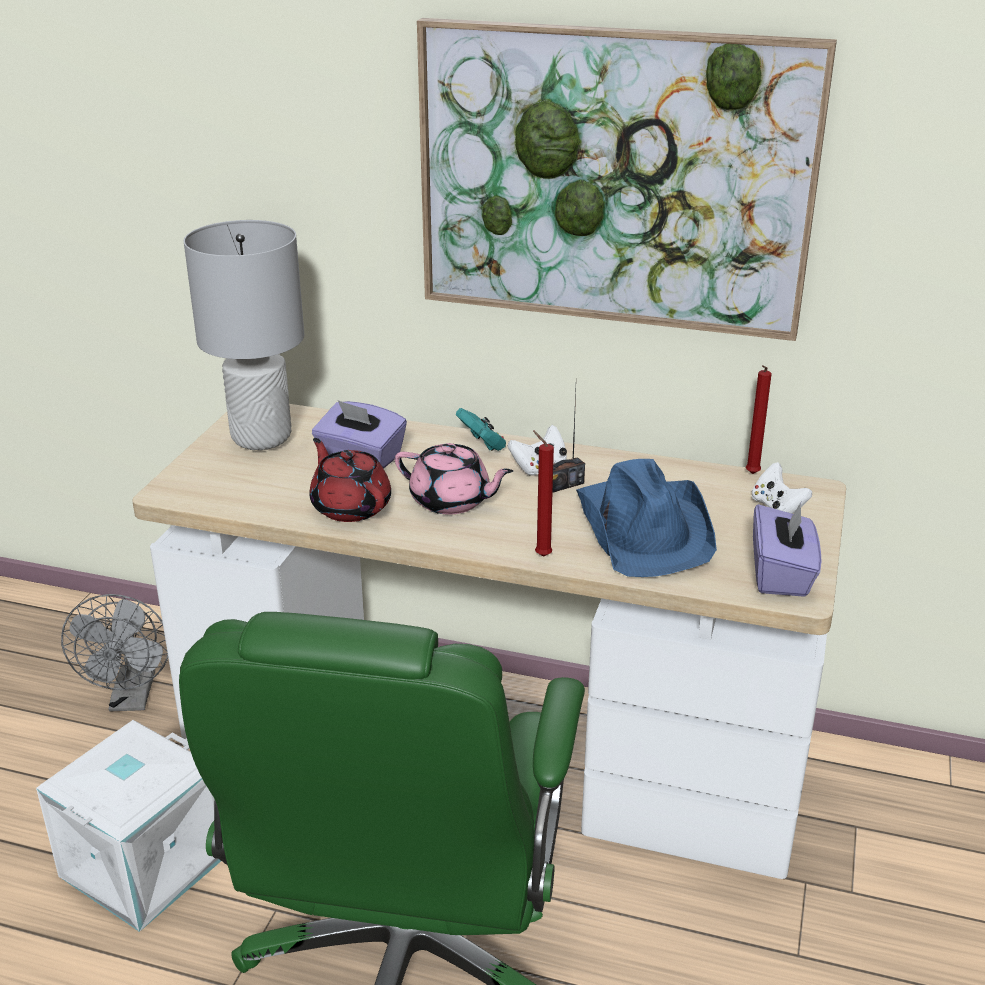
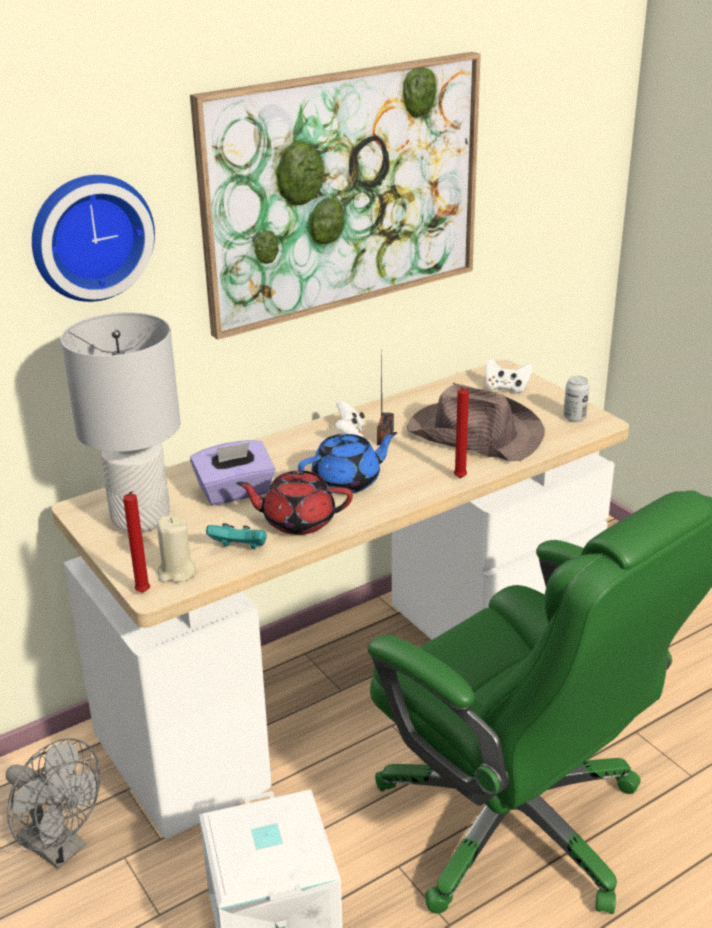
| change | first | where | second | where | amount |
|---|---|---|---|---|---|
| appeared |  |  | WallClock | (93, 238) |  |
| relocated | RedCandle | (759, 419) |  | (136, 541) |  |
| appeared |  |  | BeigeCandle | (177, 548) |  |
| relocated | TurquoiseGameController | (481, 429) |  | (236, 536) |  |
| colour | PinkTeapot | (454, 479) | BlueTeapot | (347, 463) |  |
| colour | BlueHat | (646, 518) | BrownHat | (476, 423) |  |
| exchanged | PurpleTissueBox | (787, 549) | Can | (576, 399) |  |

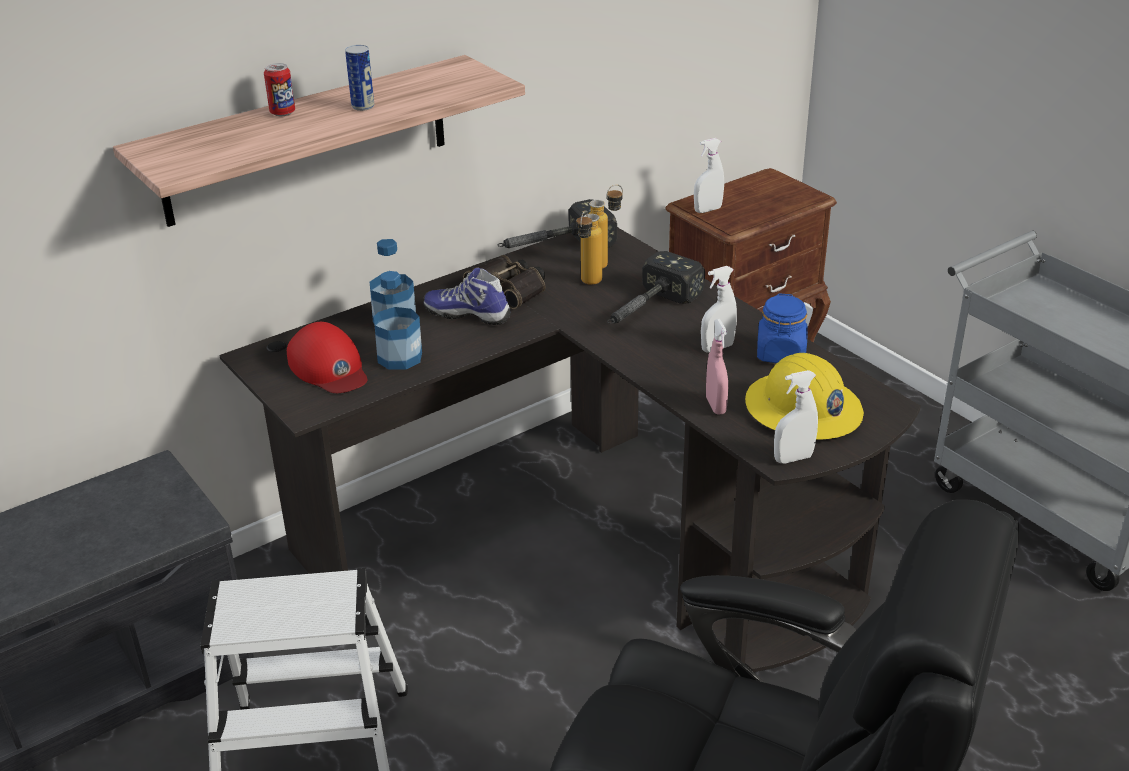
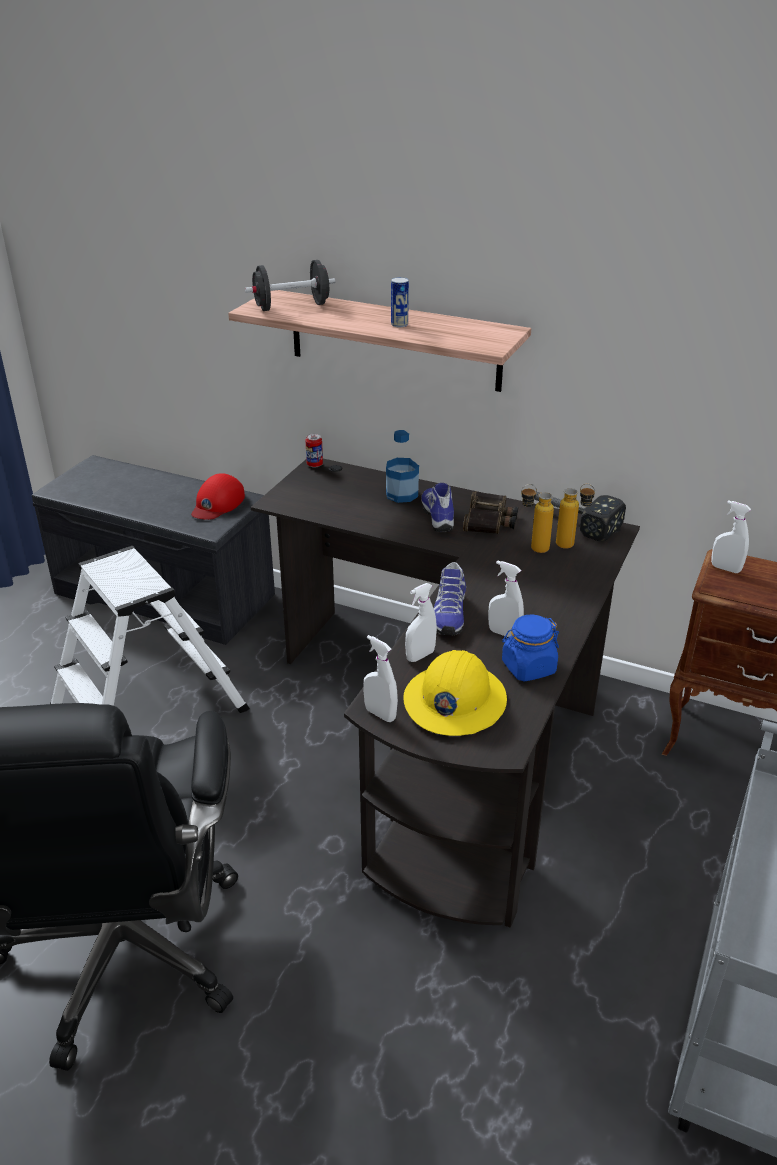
| change | first | where | second | where | amount |
|---|---|---|---|---|---|
| relocated | RedCap | (327, 357) |  | (218, 496) |  |
| appeared |  |  | BlackDumbbell | (290, 285) |  |
| relocated | Can | (279, 89) |  | (314, 451) |  |
| colour | PinkSprayBottle | (717, 366) | WhiteSprayBottle | (421, 622) |  |
| appeared |  |  | Shoe | (450, 599) |  |
| missing | Bottle | (398, 320) |  |  |  |
| missing | Hammer | (656, 287) |  |  |  |

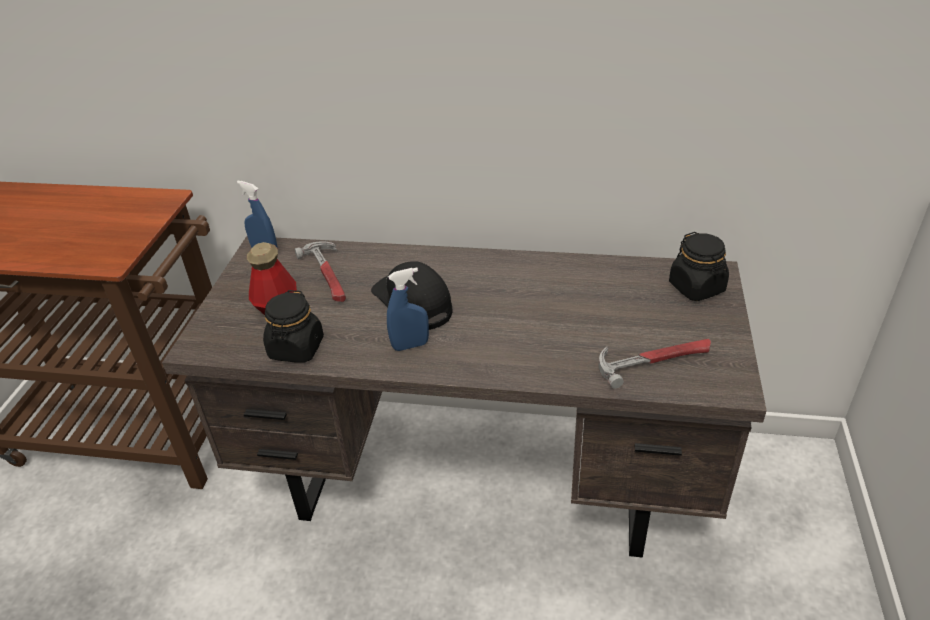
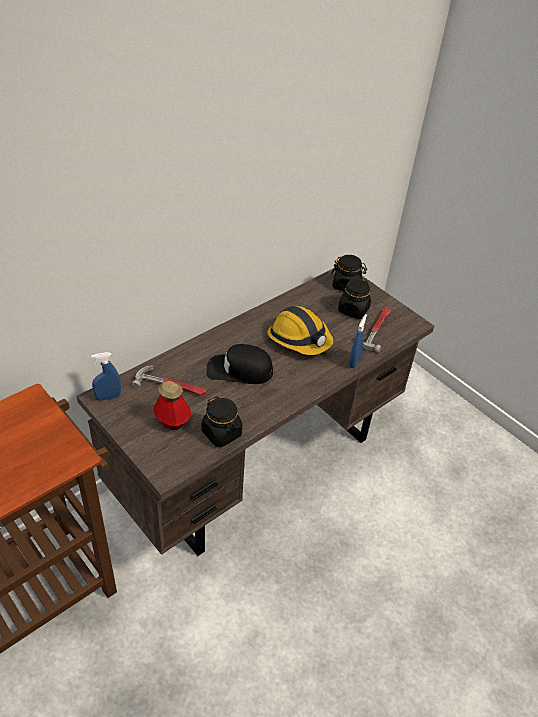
| change | first | where | second | where | amount |
|---|---|---|---|---|---|
| appeared |  |  | HardHat | (300, 330) |  |
| appeared |  |  | BlackJar | (354, 298) |  |
| relocated | BlueSprayBottle | (408, 309) |  | (358, 341) |  |

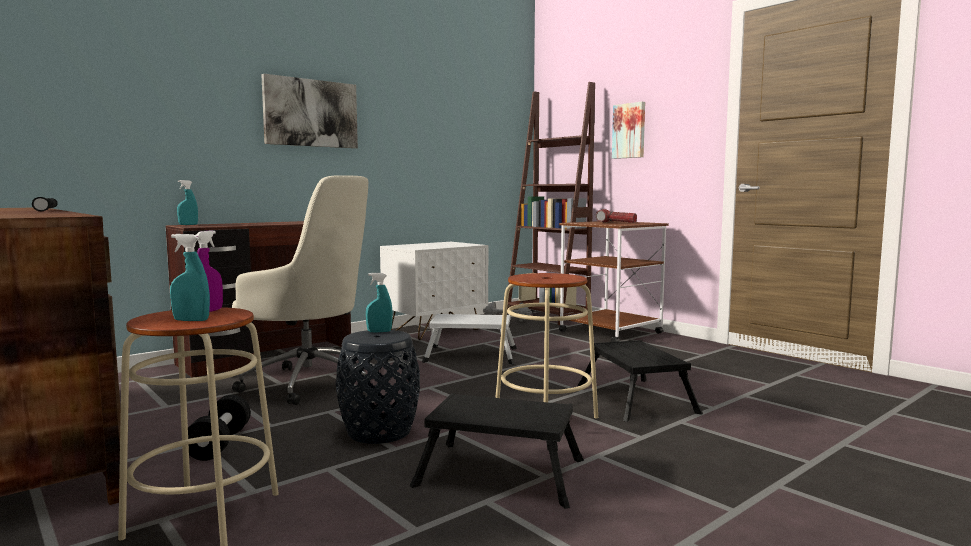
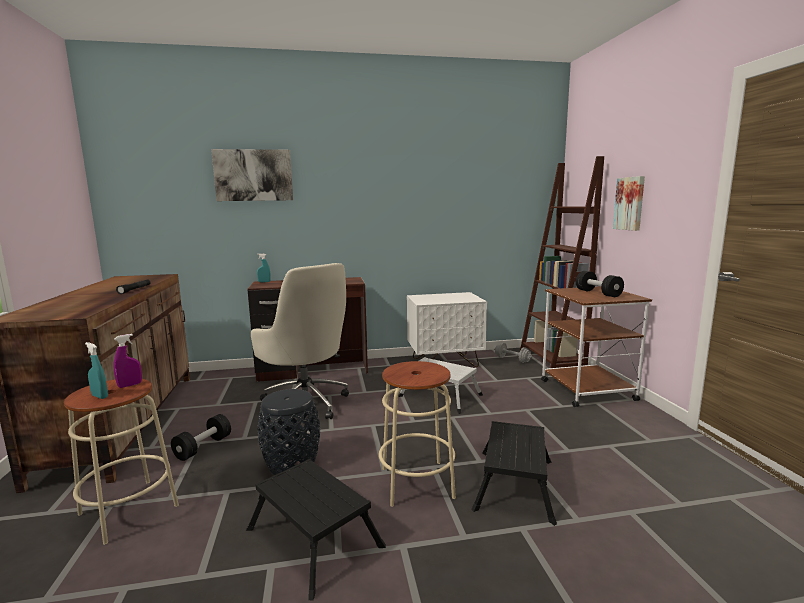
| change | first | where | second | where | amount |
|---|---|---|---|---|---|
| relocated | Picture | (309, 111) |  | (252, 175) |  |
| exchanged | Flashlight | (616, 216) | BlackDumbbell | (600, 284) |  |
| missing | TurquoiseSprayBottle | (379, 302) |  |  |  |

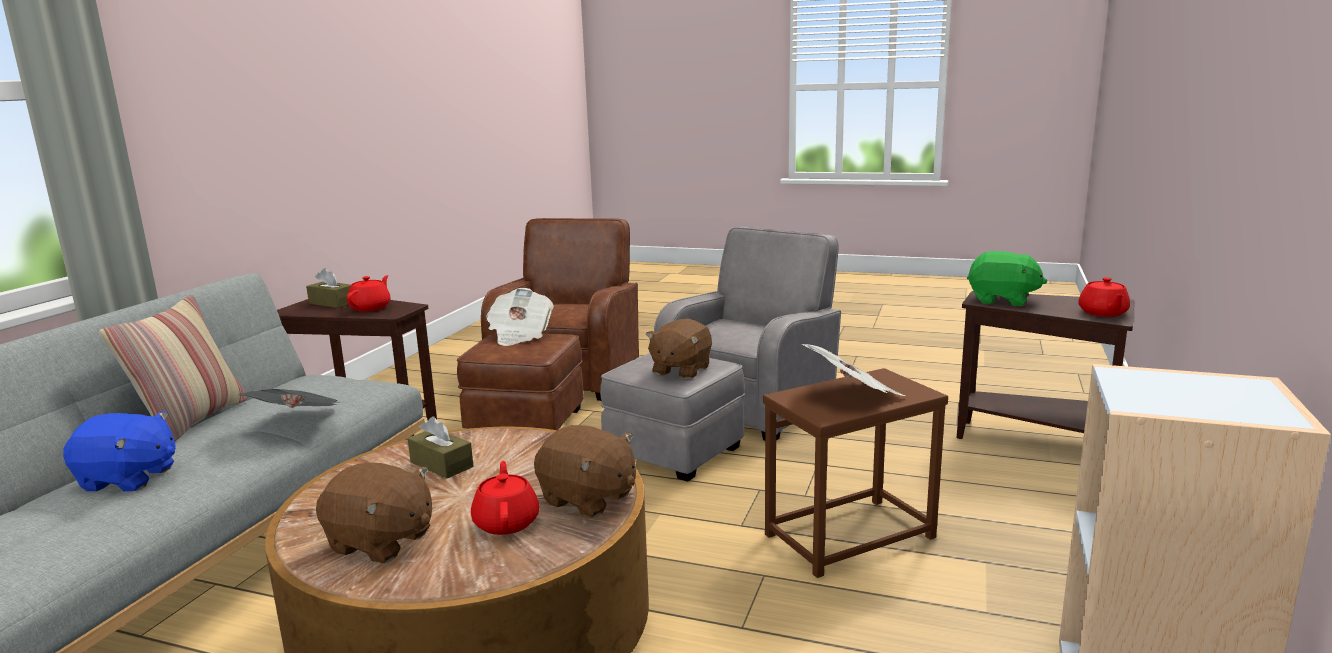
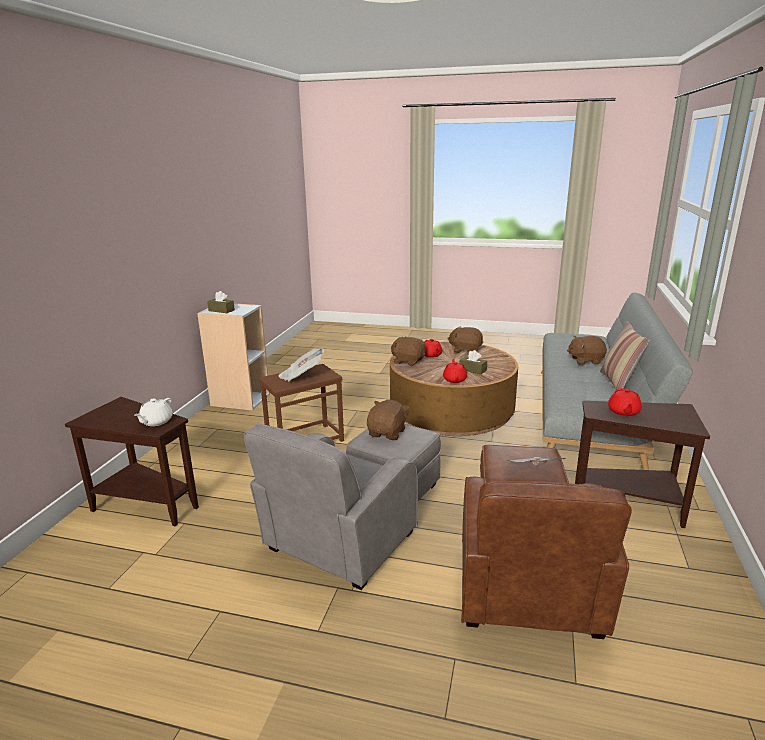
| change | first | where | second | where | amount |
|---|---|---|---|---|---|
| exchanged | GreenPlushToy | (1007, 278) | WhiteTeapot | (153, 412) |  |
| relocated | BrownTissueBox | (328, 288) |  | (221, 302) |  |
| relocated | RedTeapot | (1104, 297) |  | (455, 371) |  |
| colour | BluePlushToy | (119, 451) | BrownPlushToy | (587, 350) |  |
| missing | Newspaper | (289, 398) |  |  |  |

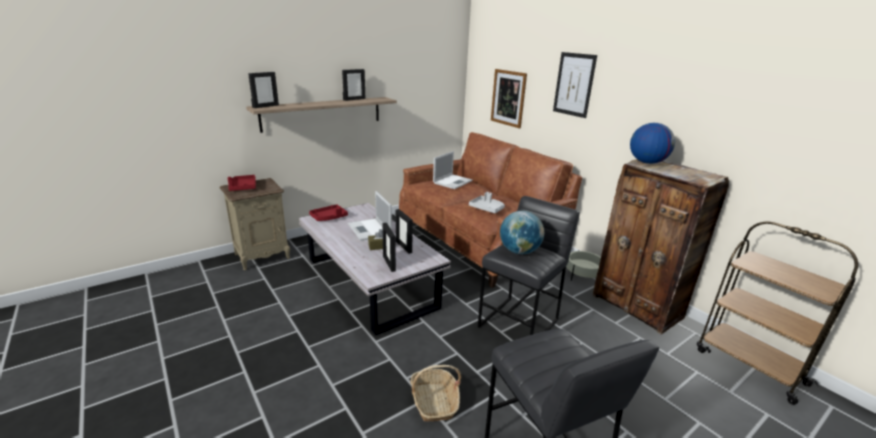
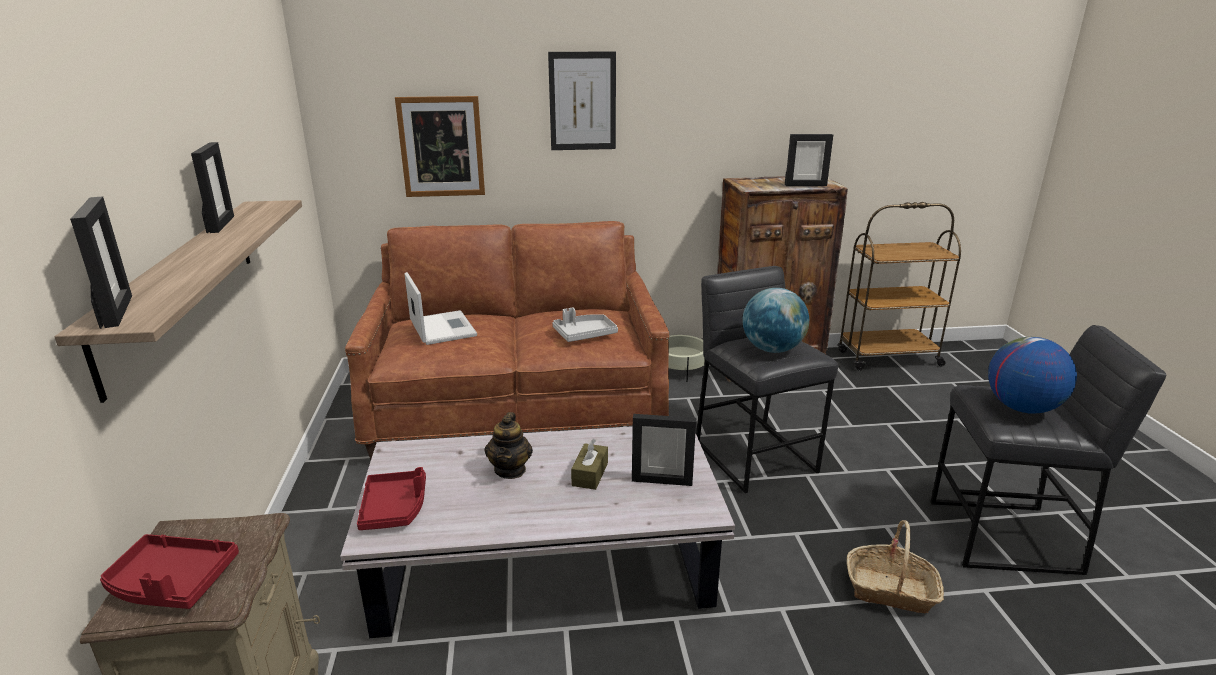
| change | first | where | second | where | amount |
|---|---|---|---|---|---|
| exchanged | Laptop | (370, 216) | Teapot | (509, 445) |  |
| relocated | PictureFrame | (404, 231) |  | (809, 160) |  |
| relocated | Globe | (652, 143) |  | (1032, 375) |  |

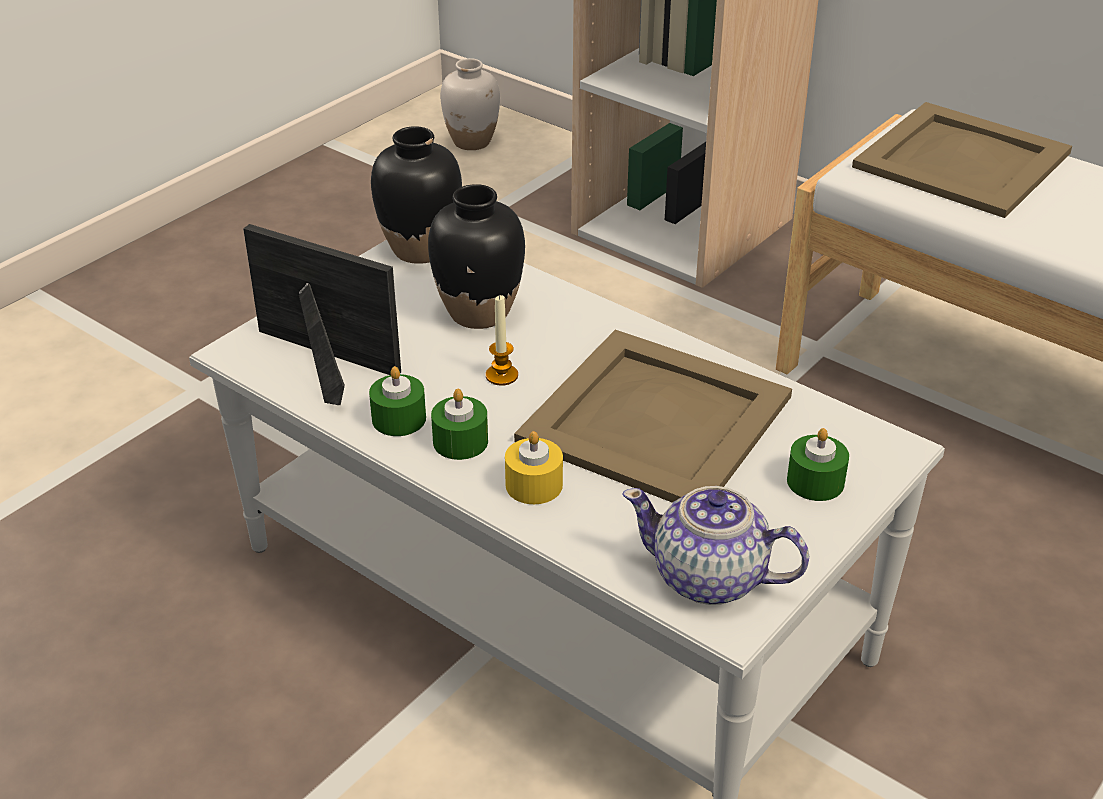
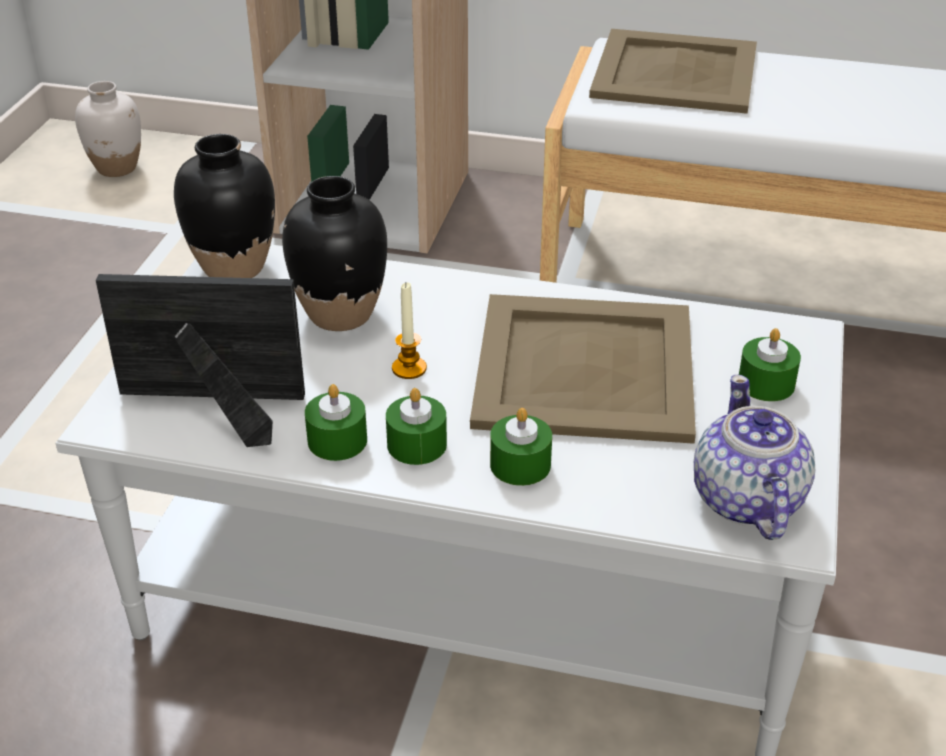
| change | first | where | second | where | amount |
|---|---|---|---|---|---|
| colour | YellowCandle | (534, 467) | GreenCandle | (521, 447) |  |
| spun | Teapot | (715, 545) |  | (754, 457) | 90 degrees clockwise |

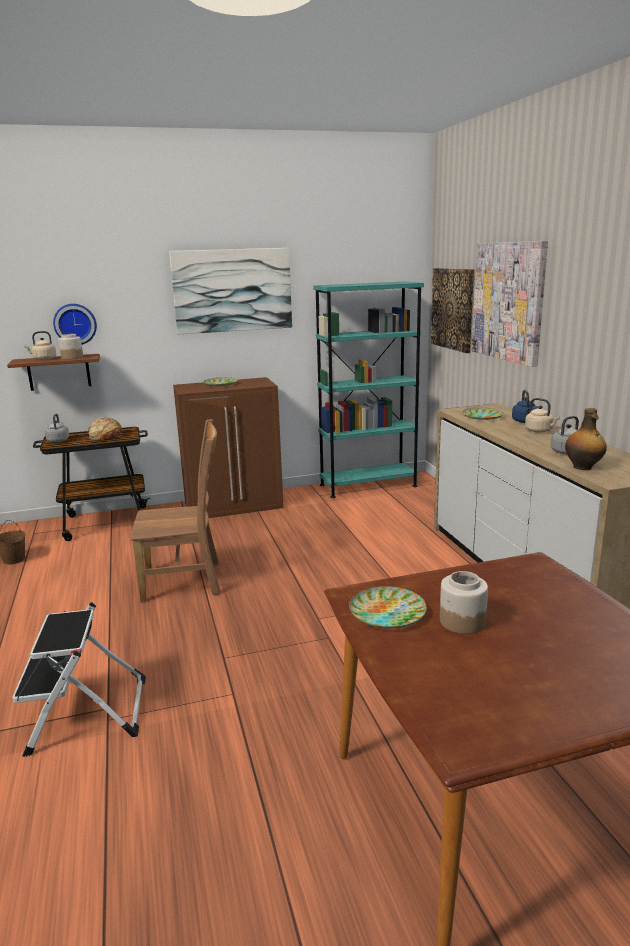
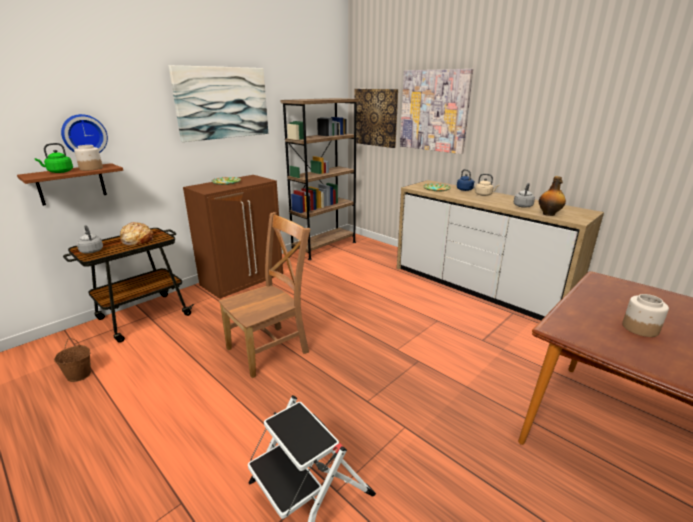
| change | first | where | second | where | amount |
|---|---|---|---|---|---|
| colour | BeigeKettle | (40, 345) | GreenKettle | (54, 158) |  |
| colour | TurquoiseBookcase | (368, 390) | BrownBookcase | (320, 179) |  |
| missing | Plate | (388, 607) |  |  |  |

